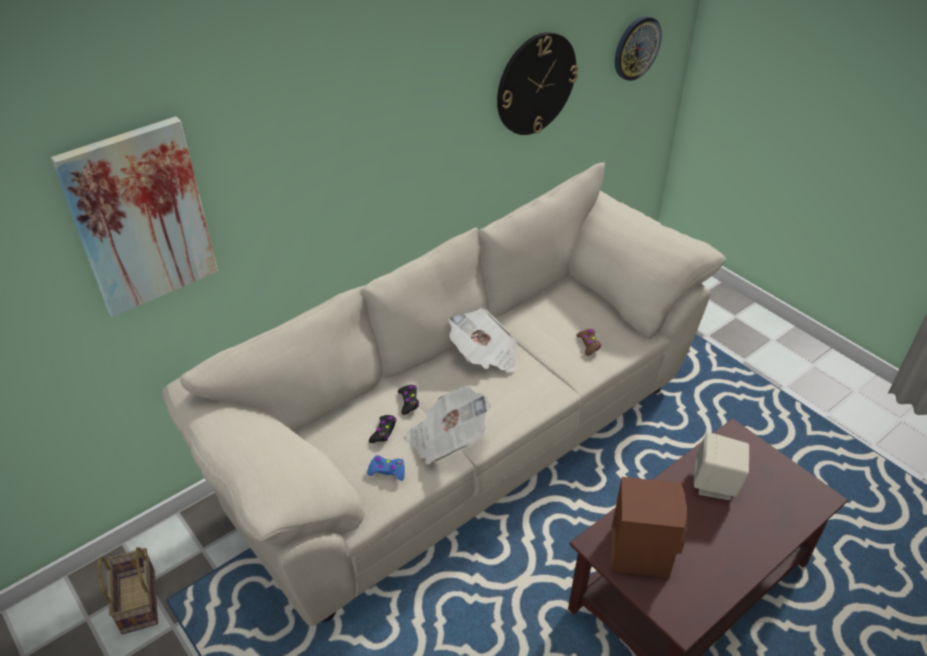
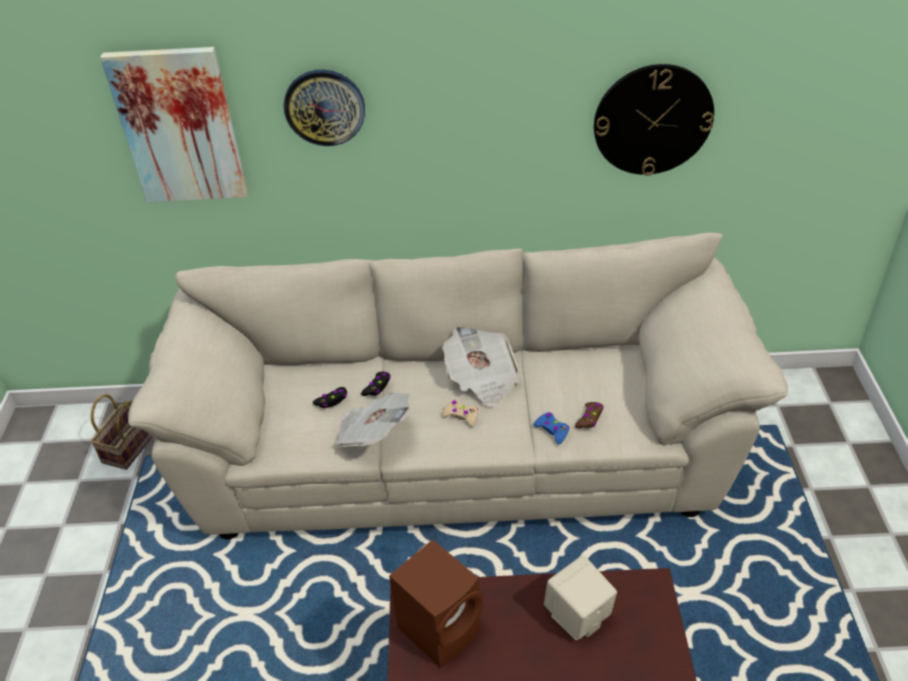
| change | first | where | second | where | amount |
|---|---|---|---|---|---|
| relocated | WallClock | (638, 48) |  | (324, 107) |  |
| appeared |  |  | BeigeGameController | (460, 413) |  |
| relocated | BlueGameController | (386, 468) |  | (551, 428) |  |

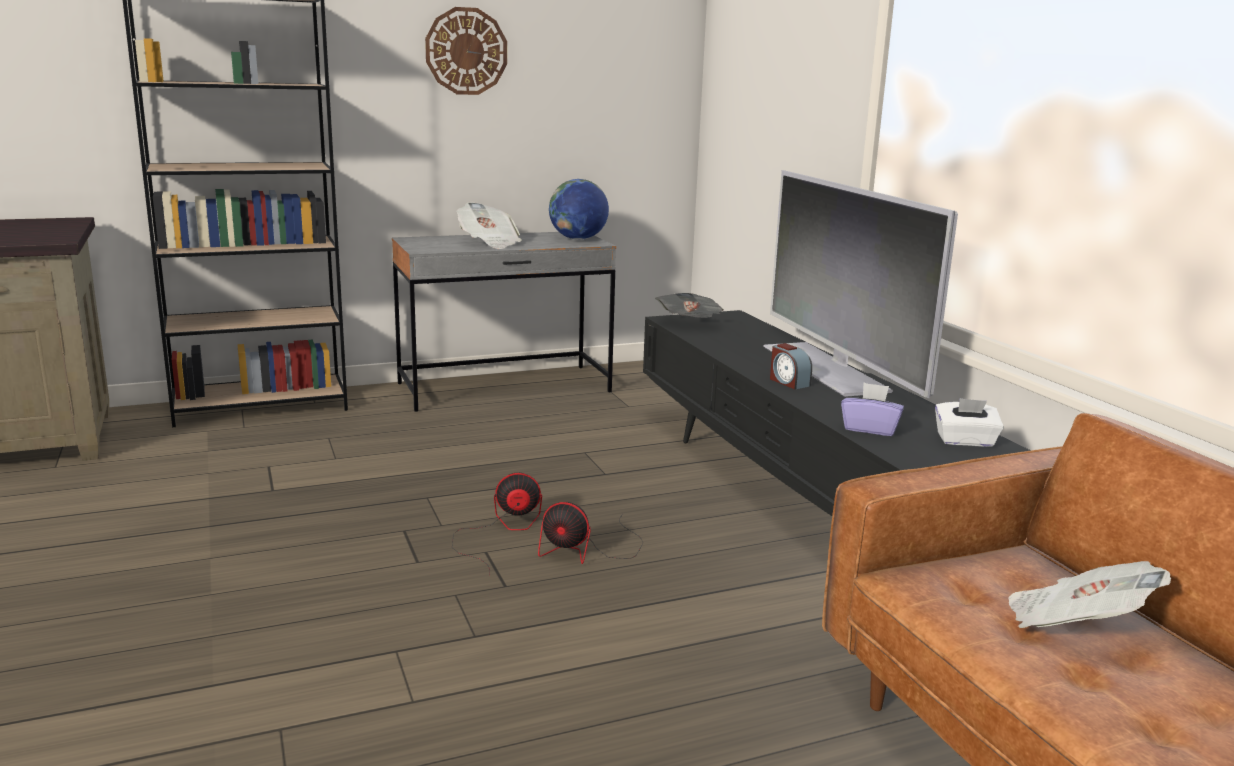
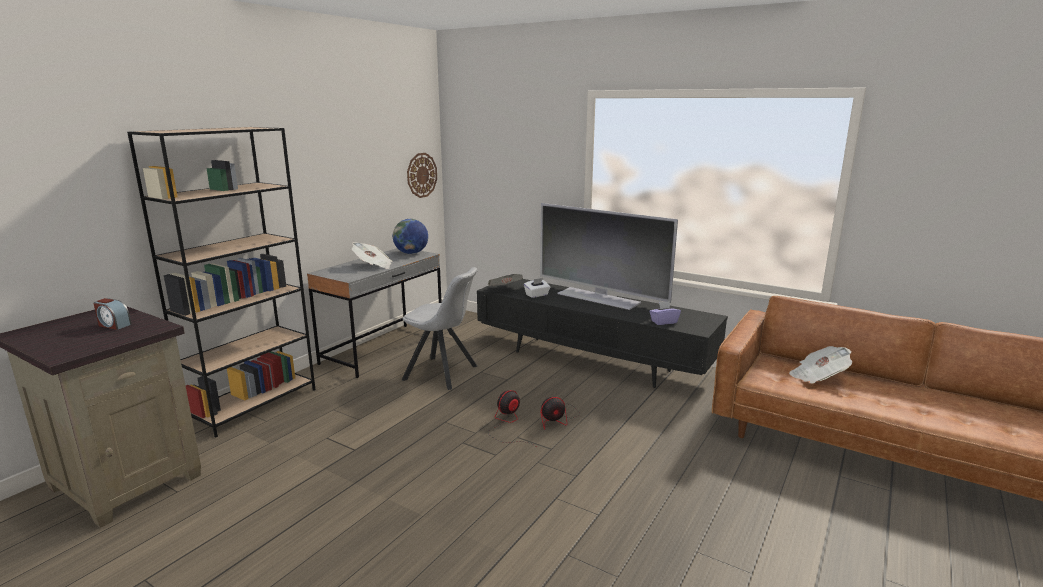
| change | first | where | second | where | amount |
|---|---|---|---|---|---|
| relocated | AlarmClock | (791, 366) |  | (112, 314) |  |
| appeared |  |  | GreyChair | (440, 328) |  |
| relocated | WallClock | (466, 51) |  | (422, 175) |  |
| relocated | WhiteTissueBox | (969, 422) |  | (537, 288) |  |

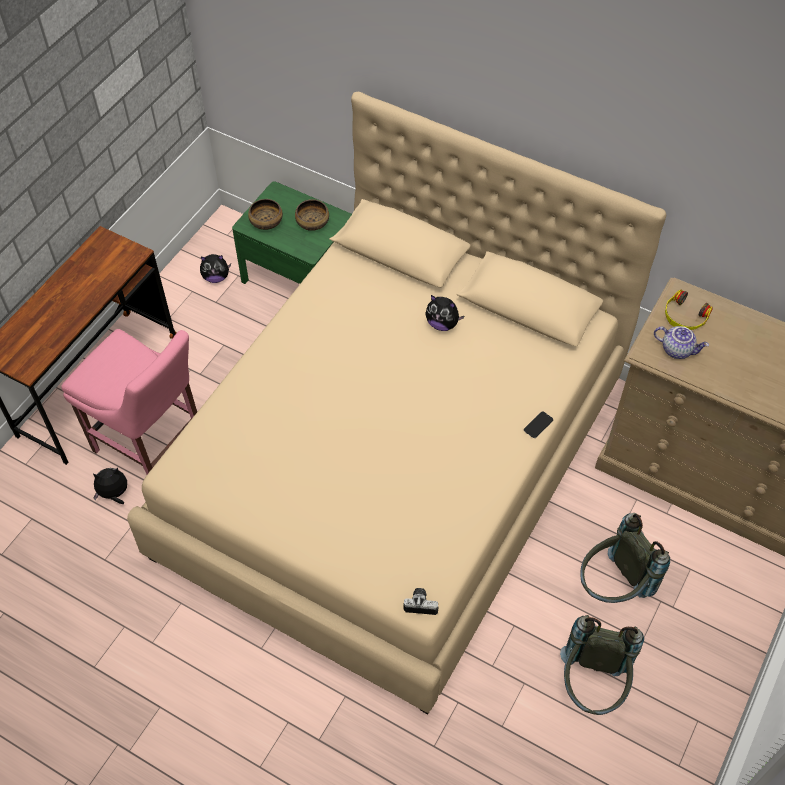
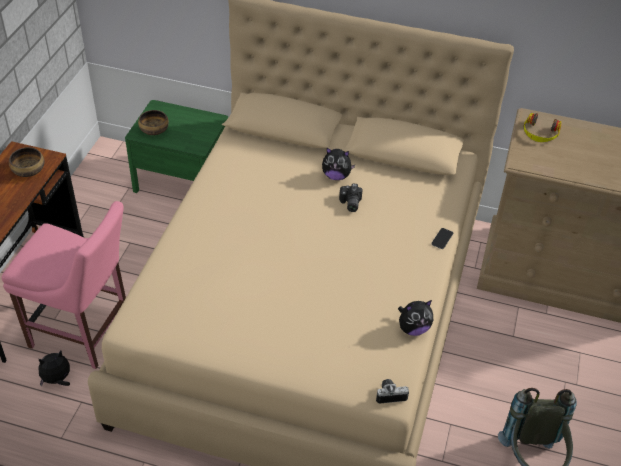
| change | first | where | second | where | amount |
|---|---|---|---|---|---|
| relocated | Bowl | (312, 215) |  | (26, 162) |  |
| appeared |  |  | PhotoCamera | (351, 198) |  |
| relocated | PlushToy | (215, 268) |  | (415, 318) |  |
| missing | GreyBackpack | (625, 558) |  |  |  |
| missing | Teapot | (681, 342) |  |  |  |

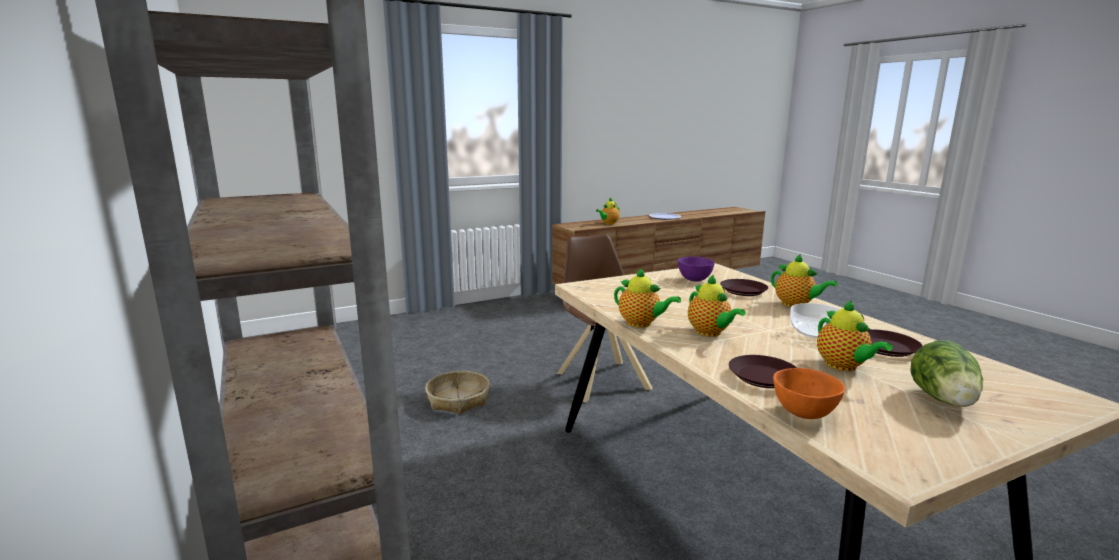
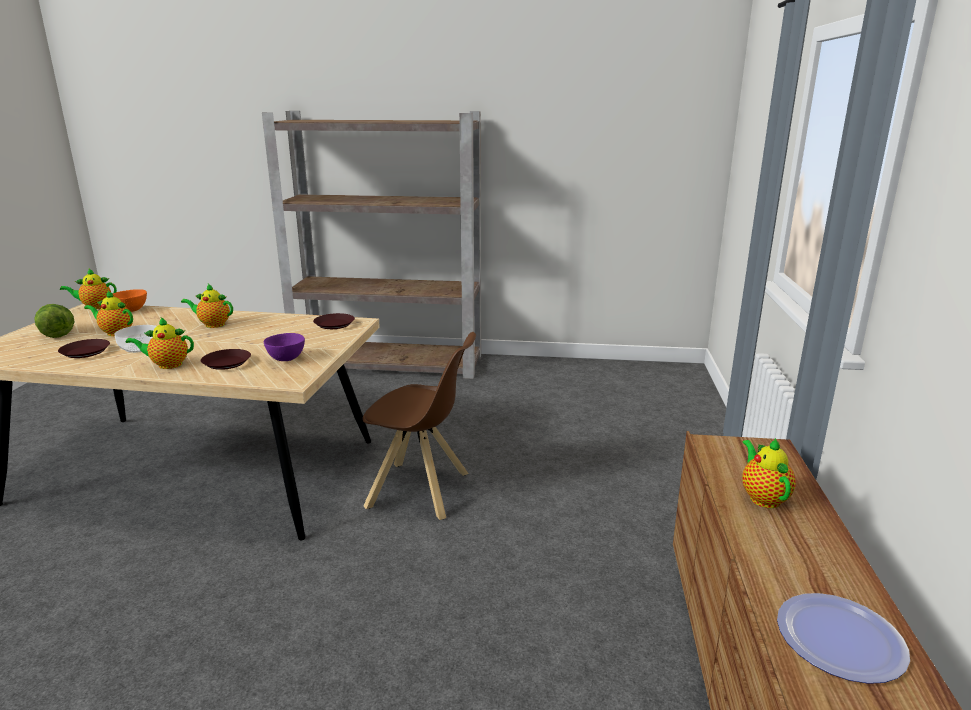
| change | first | where | second | where | amount |
|---|---|---|---|---|---|
| relocated | Teapot | (647, 298) |  | (88, 288) |  |
| relocated | BrownPlate | (763, 371) |  | (334, 321) |  |
| missing | Basket | (457, 392) |  |  |  |

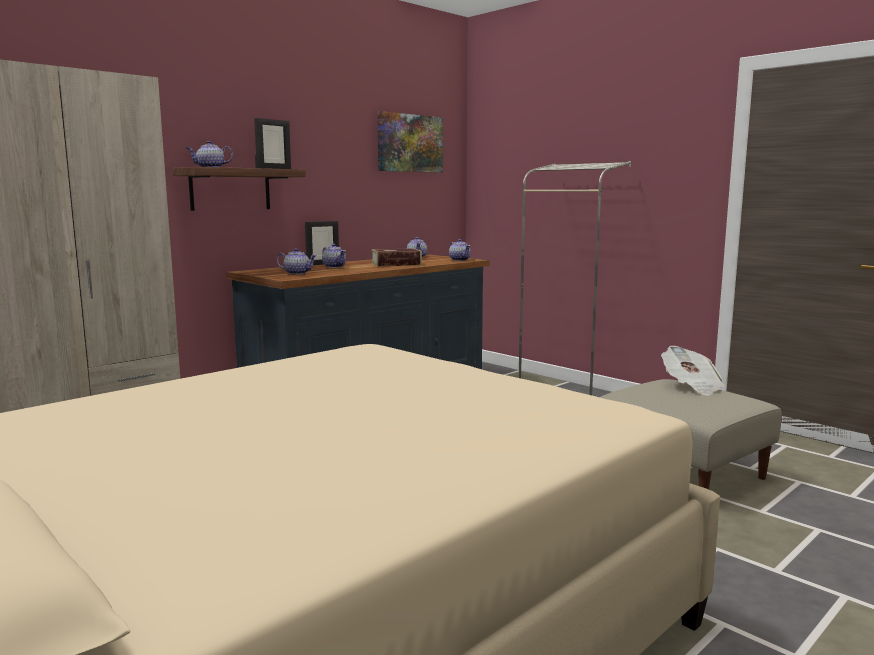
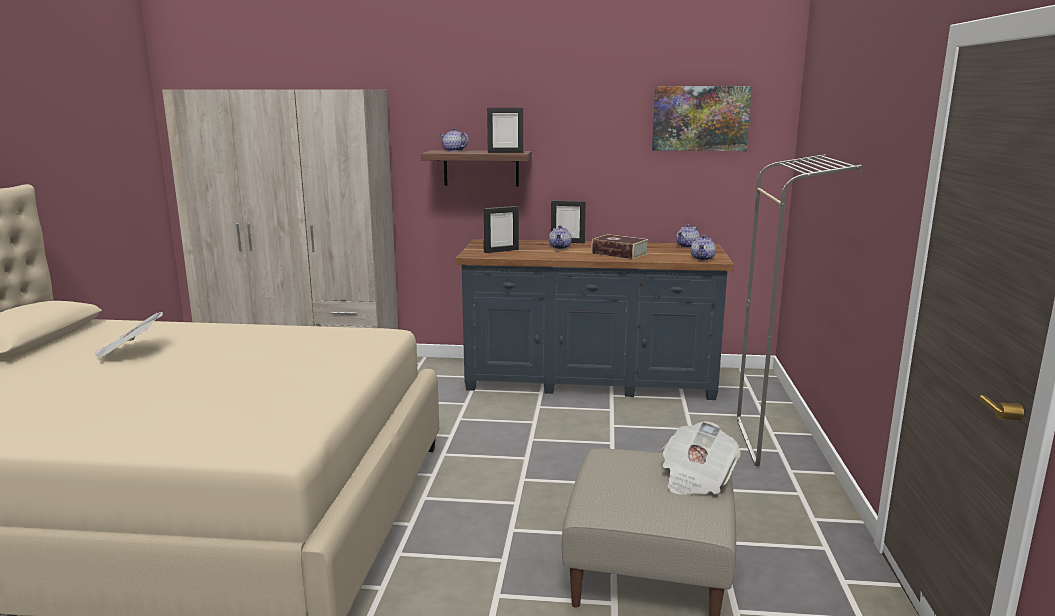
| change | first | where | second | where | amount |
|---|---|---|---|---|---|
| appeared |  |  | Newspaper | (129, 336) |  |
| exchanged | Teapot | (296, 261) | PictureFrame | (501, 229) |  |

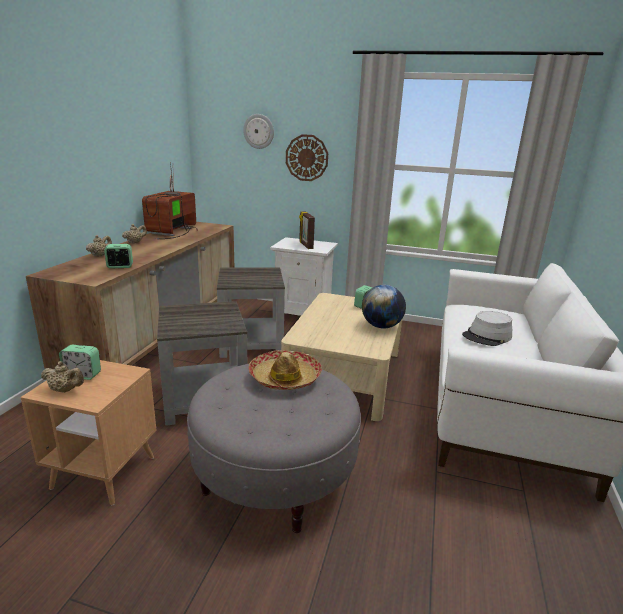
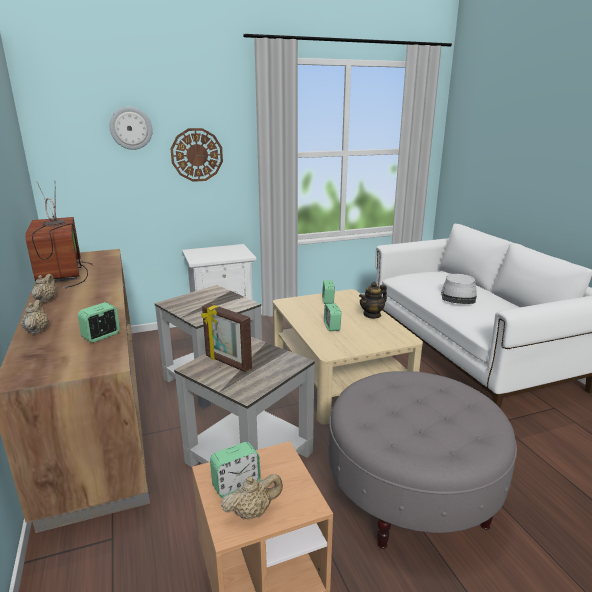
| change | first | where | second | where | amount |
|---|---|---|---|---|---|
| relocated | PictureFrame | (307, 230) |  | (226, 337) |  |
| appeared |  |  | AlarmClock | (332, 317) |  |
| exchanged | Globe | (384, 306) | Teapot | (373, 300) |  |
| missing | Hat | (285, 370) |  |  |  |

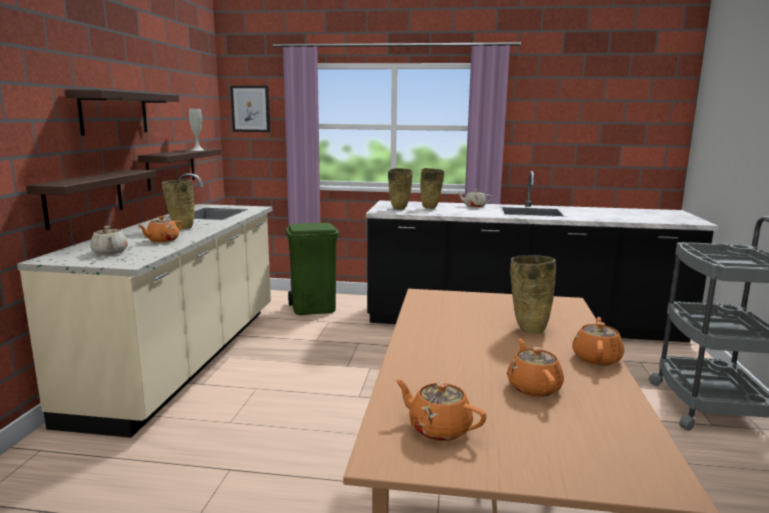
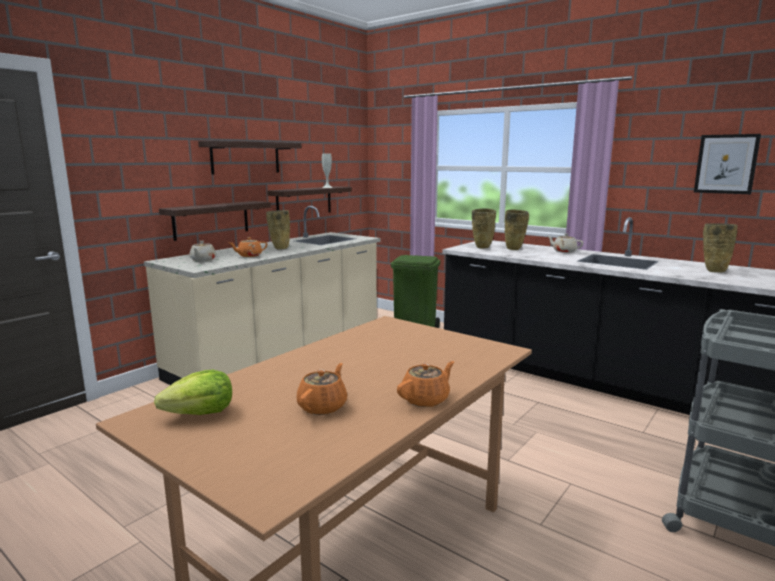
| change | first | where | second | where | amount |
|---|---|---|---|---|---|
| exchanged | OrangeTeapot | (441, 410) | Lettuce | (193, 392) |  |
| relocated | Picture | (250, 109) |  | (727, 164) |  |
| relocated | BeigeVase | (533, 294) |  | (720, 248) |  |

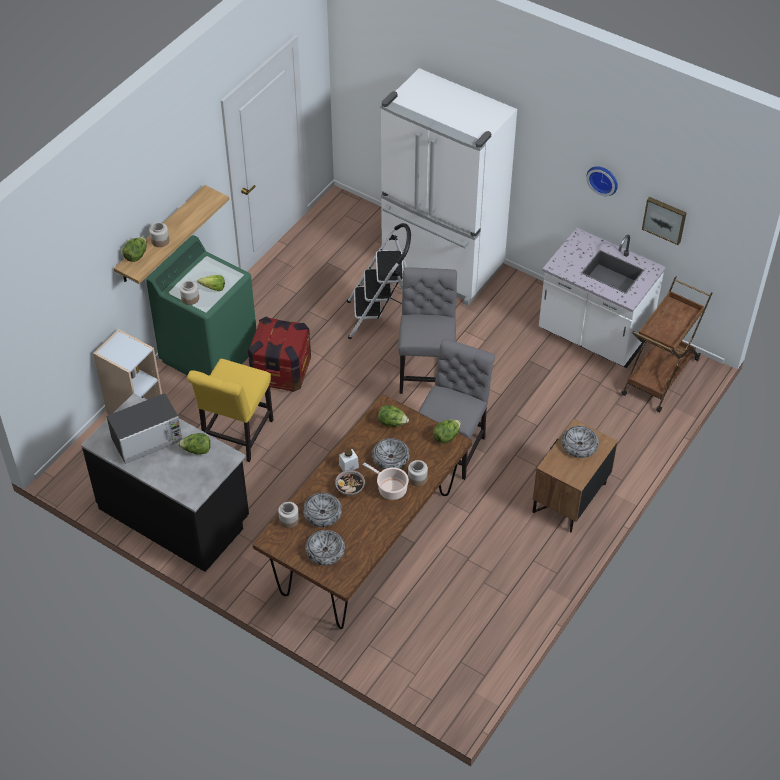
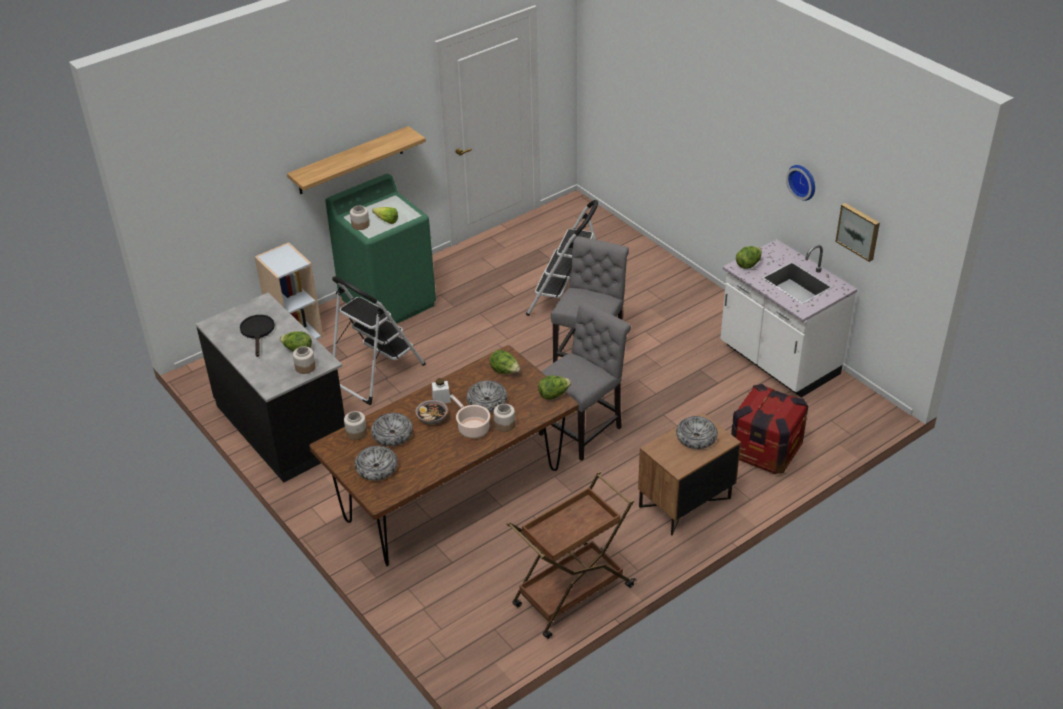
| change | first | where | second | where | amount |
|---|---|---|---|---|---|
| exchanged | Microwave | (144, 428) | BlackFryingPan | (257, 336) |  |
| relocated | Jar | (159, 234) |  | (304, 360) |  |
| exchanged | YellowChair | (230, 410) | StepLadder | (379, 341) |  |
| relocated | BrownCart | (666, 344) |  | (571, 555) |  |
| relocated | Crate | (279, 354) |  | (769, 429) |  |
| relocated | Lettuce | (134, 249) |  | (749, 257) |  |
| missing | WhiteFridge | (449, 186) |  |  |  |

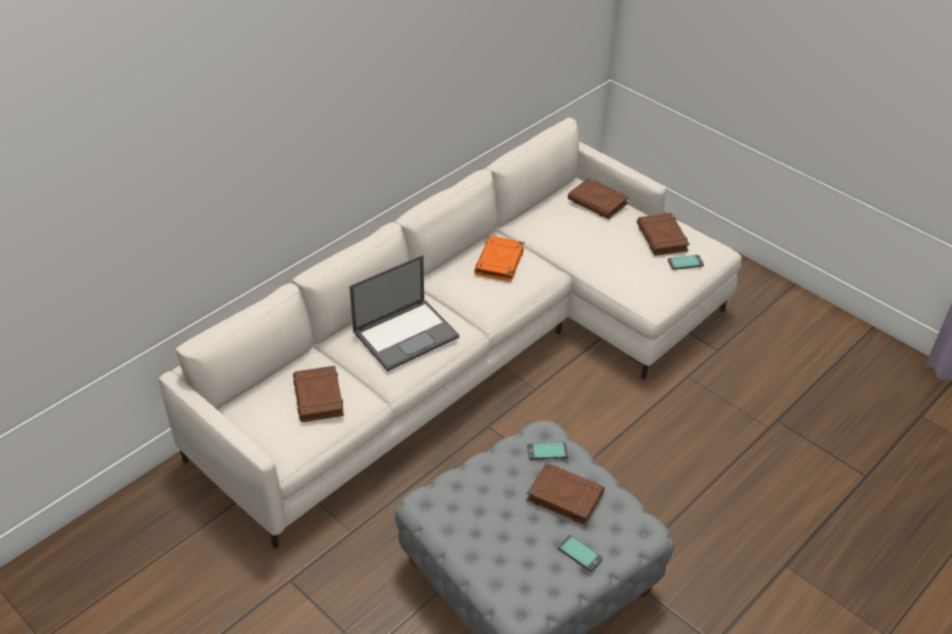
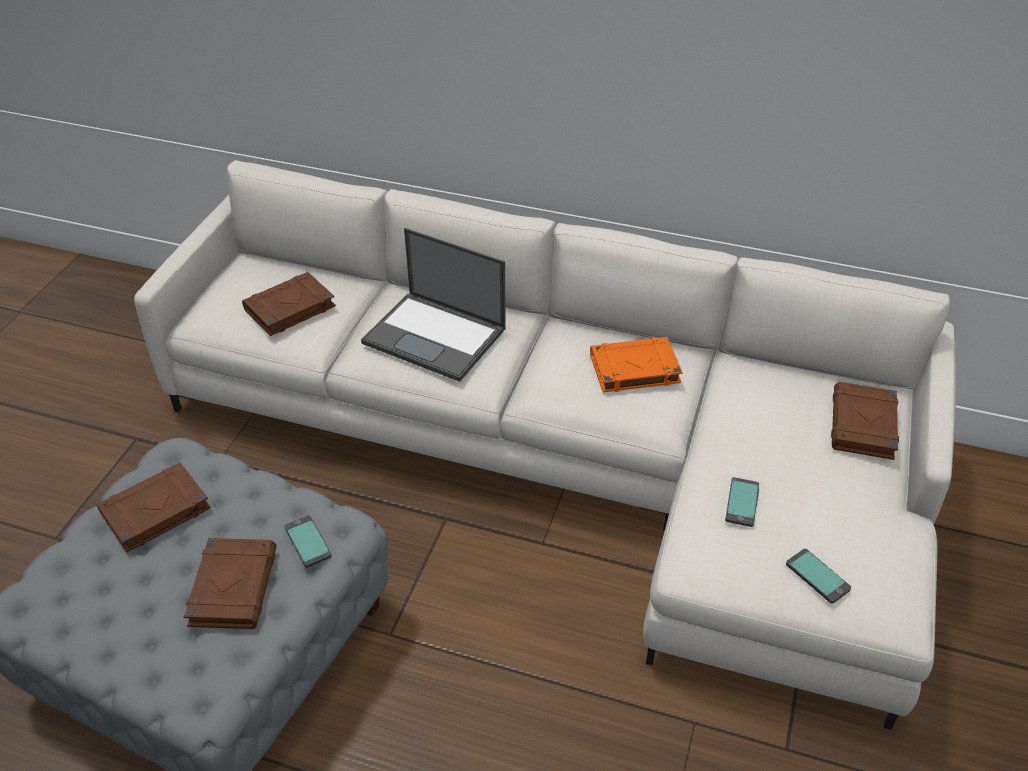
| change | first | where | second | where | amount |
|---|---|---|---|---|---|
| relocated | BrownBook | (663, 234) |  | (154, 507) |  |
| relocated | Phone | (580, 553) |  | (742, 502) |  |

